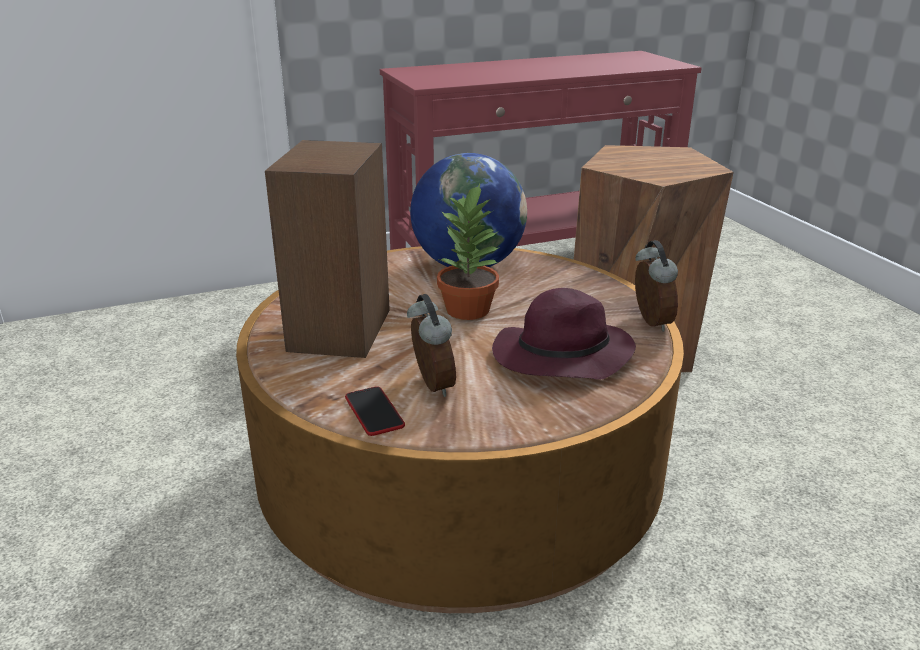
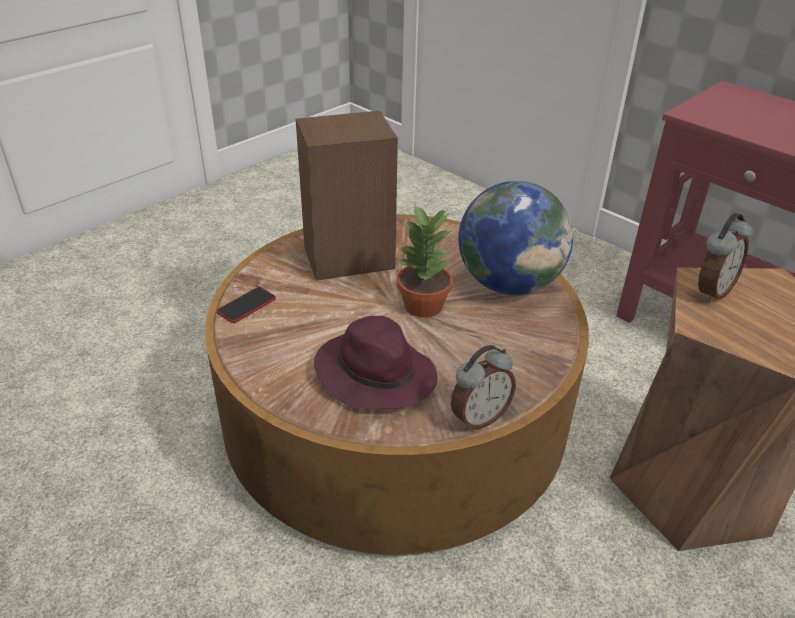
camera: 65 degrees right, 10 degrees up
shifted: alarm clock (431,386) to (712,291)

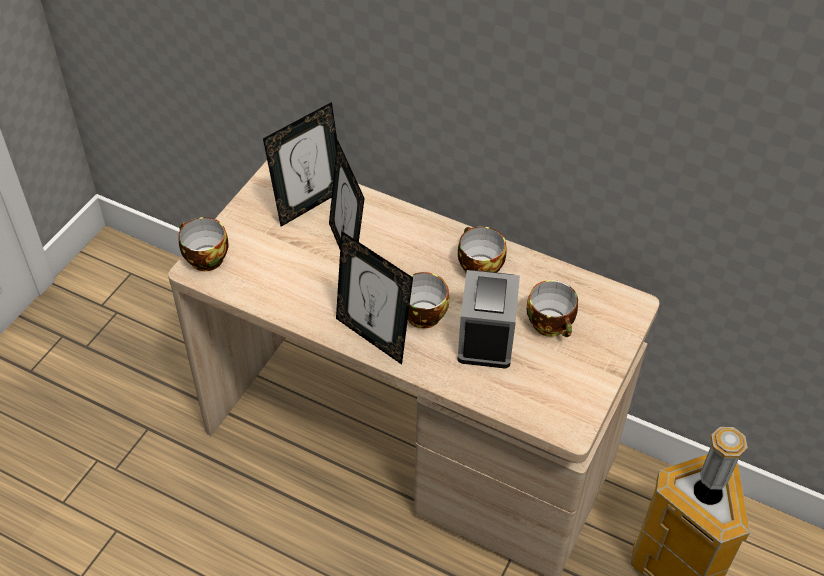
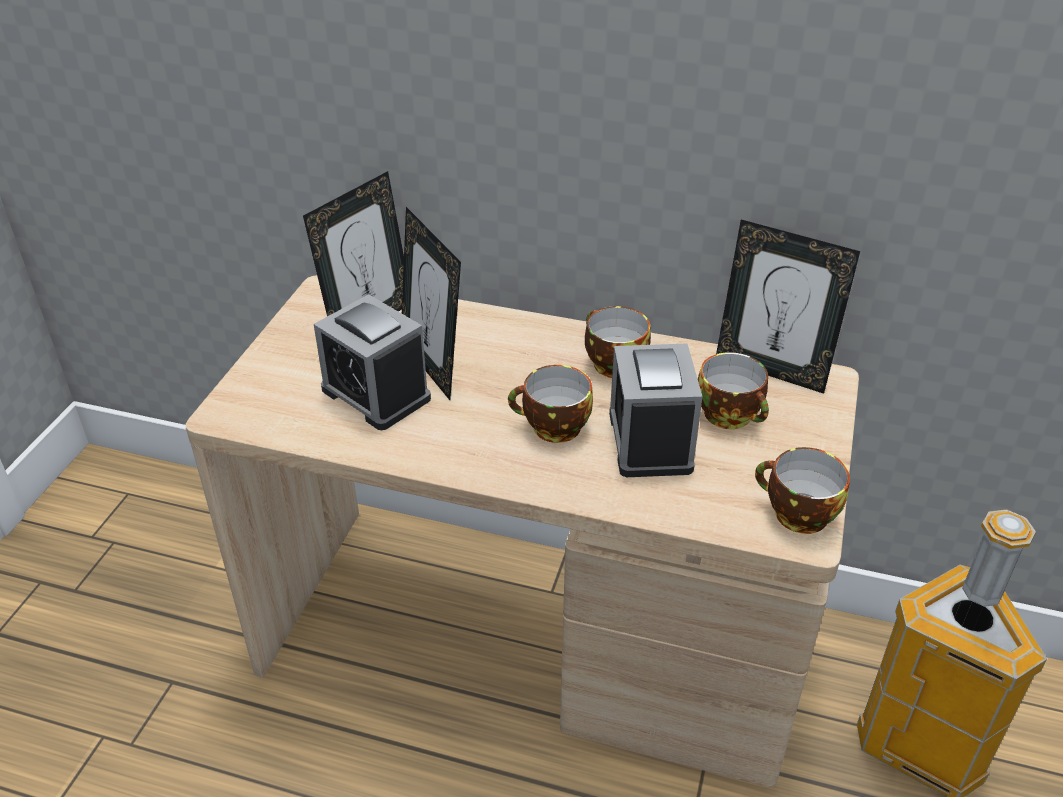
camera: 10 degrees left, 10 degrees down
new: alarm clock (376,394)
shifted: picture frame (373,336) to (771,370); cup (204,258) to (796,515)

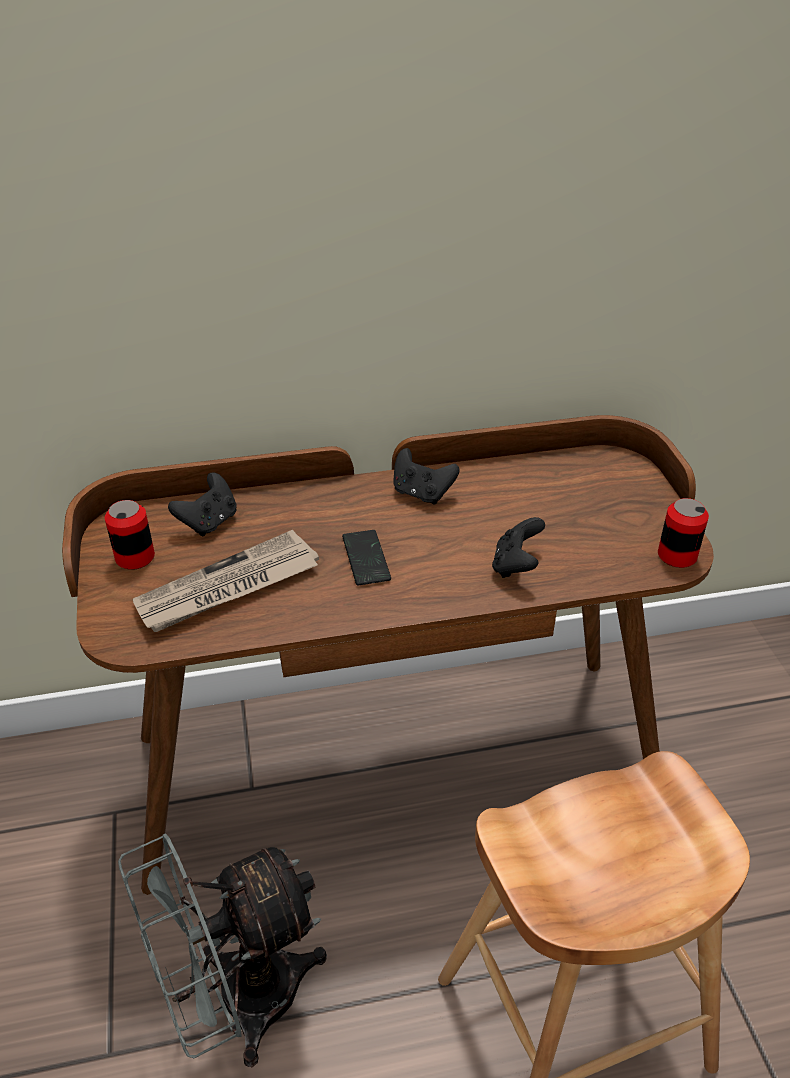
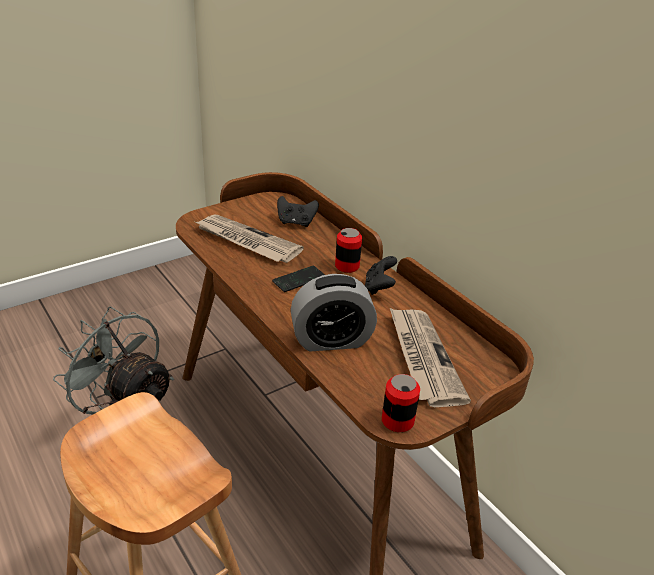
camera: 65 degrees right, 5 degrees down
new: newspaper (423,358)
shifted: can (135,557) to (347,266)
swapped: game controller/black (516,565) to alarm clock (331,340)

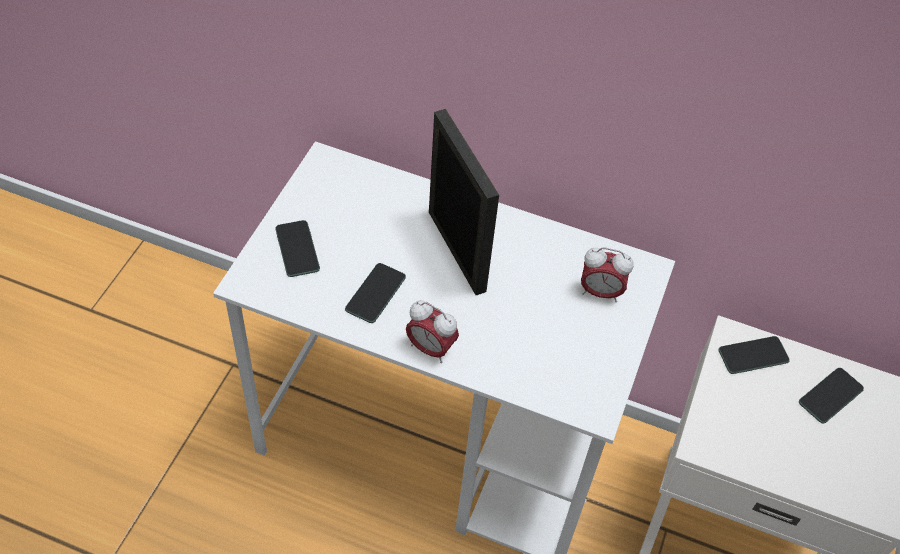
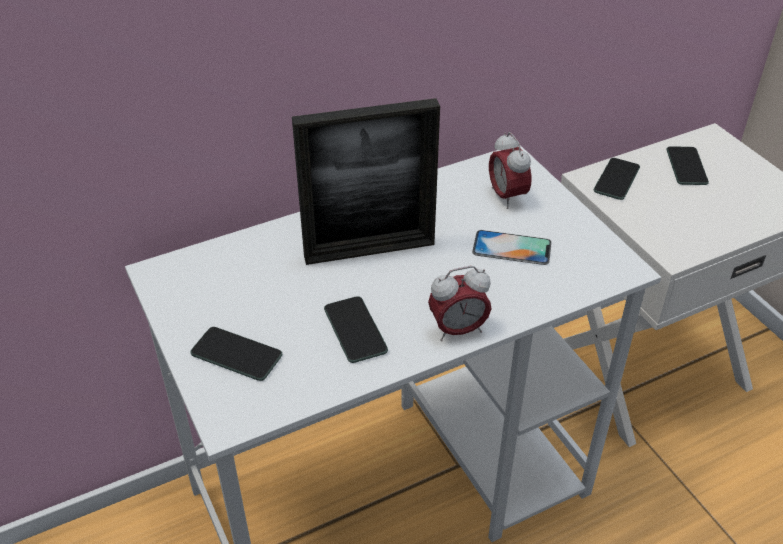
camera: 45 degrees left, 10 degrees down
new: phone (512,248)
rotated: picture frame (456,251) = (369,250) 150 degrees clockwise; alarm clock (600,292) = (507,196) 105 degrees clockwise

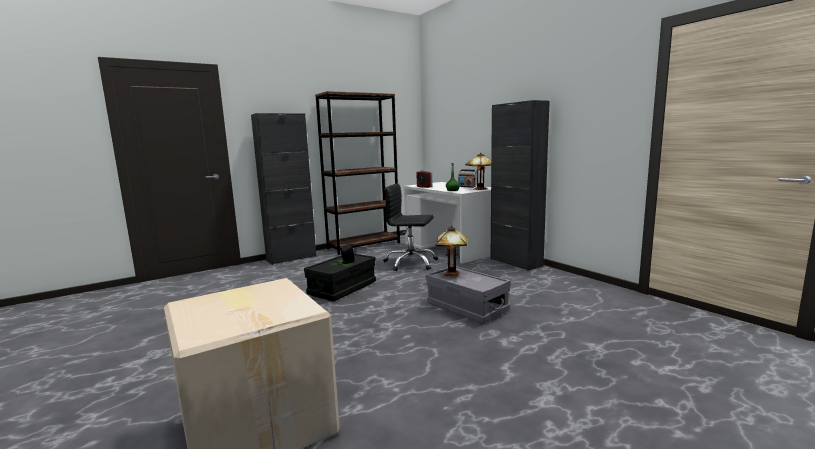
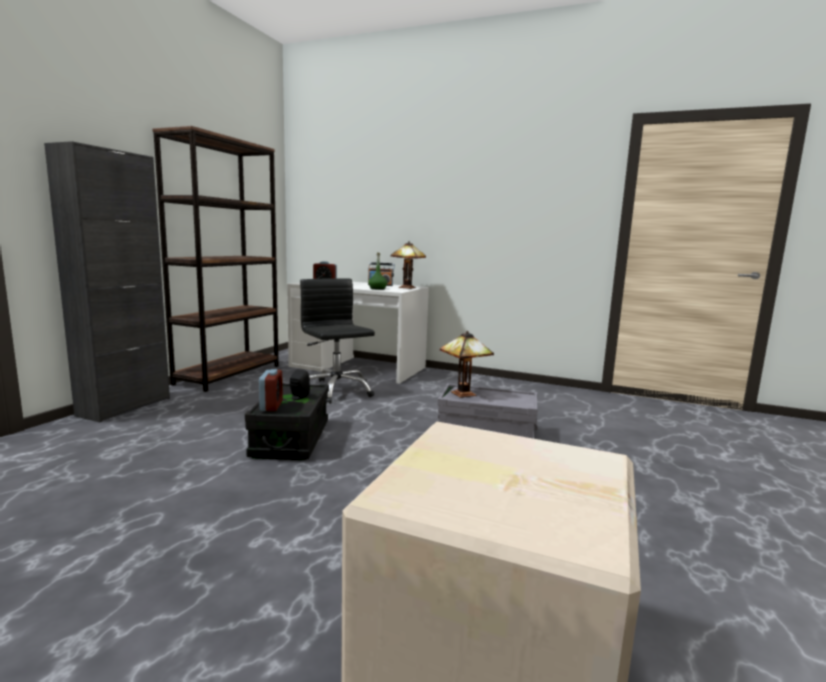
camera: 35 degrees left, 0 degrees up
gone: cabinet/black (516,262)
new: alarm clock (271,406)
rotated: office chair/black (410,263) = (336,391) 75 degrees clockwise

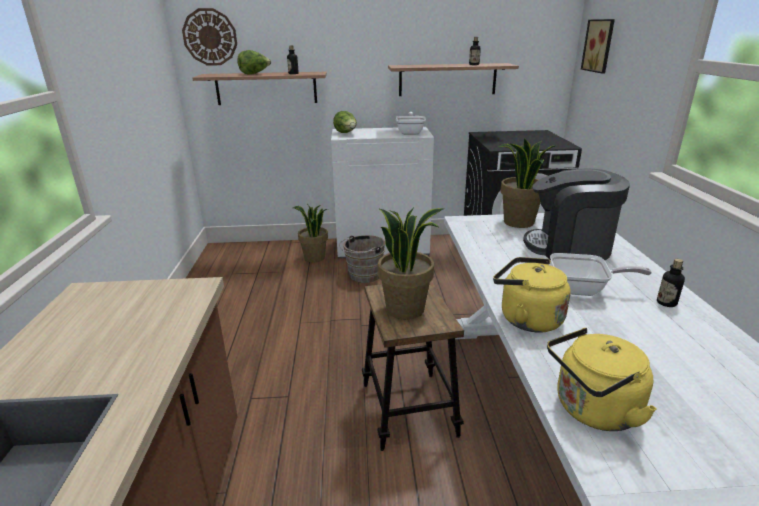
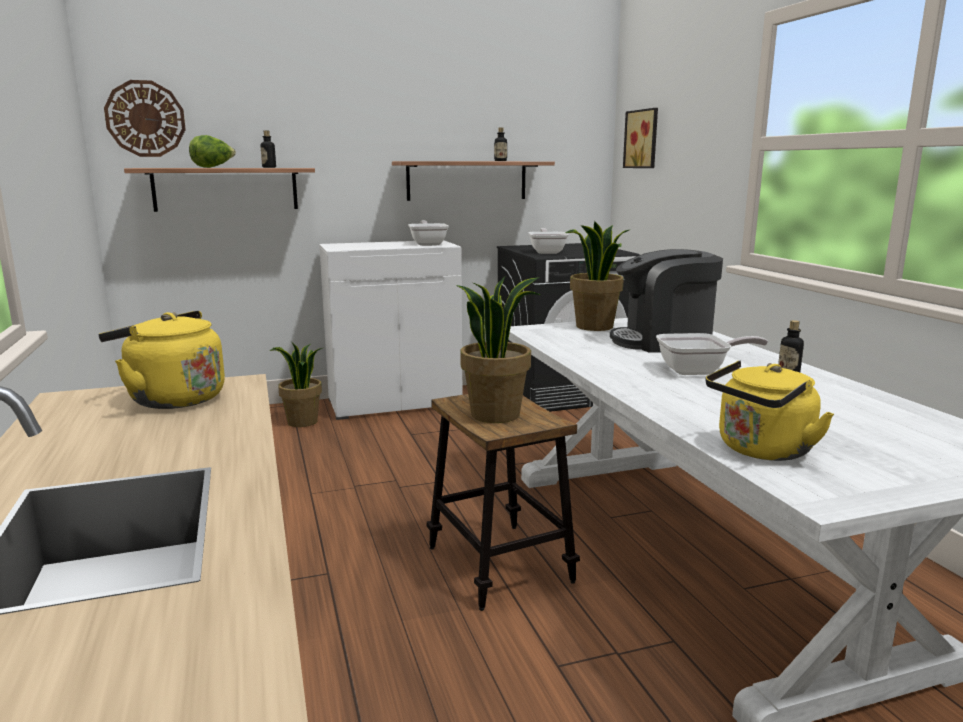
camera: 15 degrees left, 10 degrees down
gone: lettuce (346,133); bucket/brown (362,276)
new: frying pan (547,252)
shifted: kettle/yellow (526,318) to (172,399)

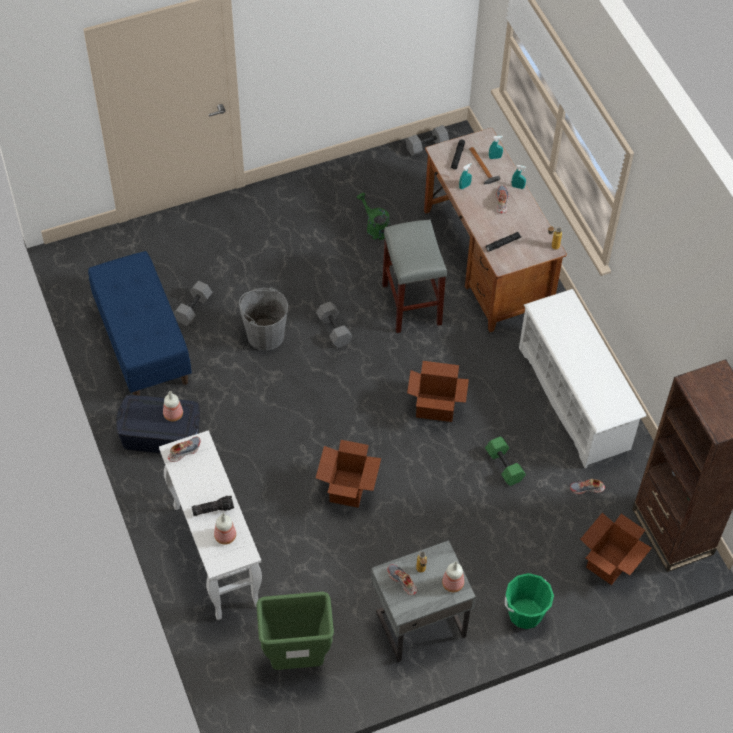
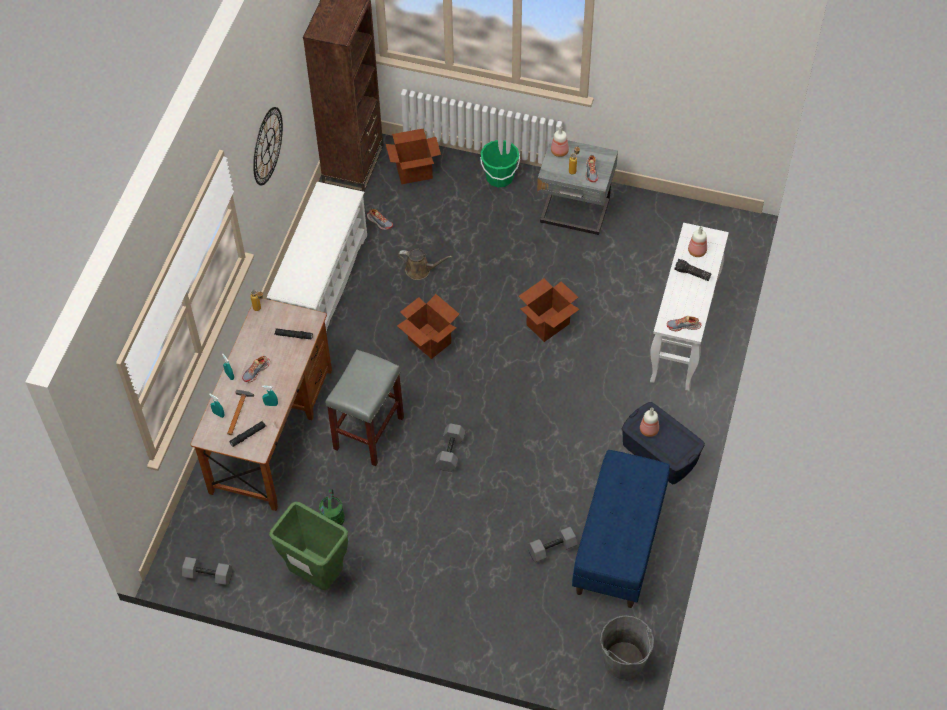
camera: 140 degrees left, 0 degrees up
new: wall clock (267,146)
shifted: trash can/green (298,659) to (316,575); bucket/grey (265,335) to (623,662)
swapped: dumbbell/green (505,466) to watering can/brown (420,270)

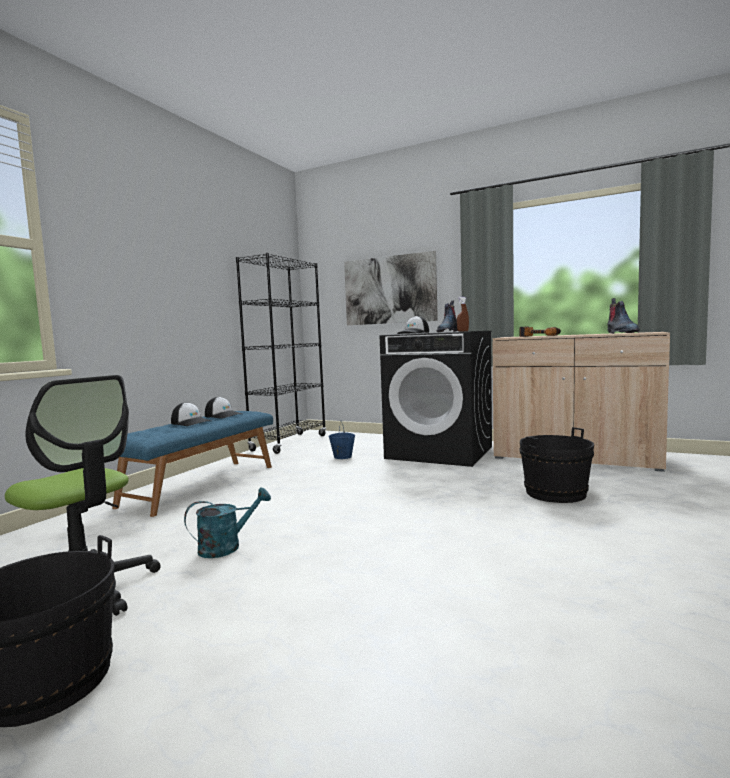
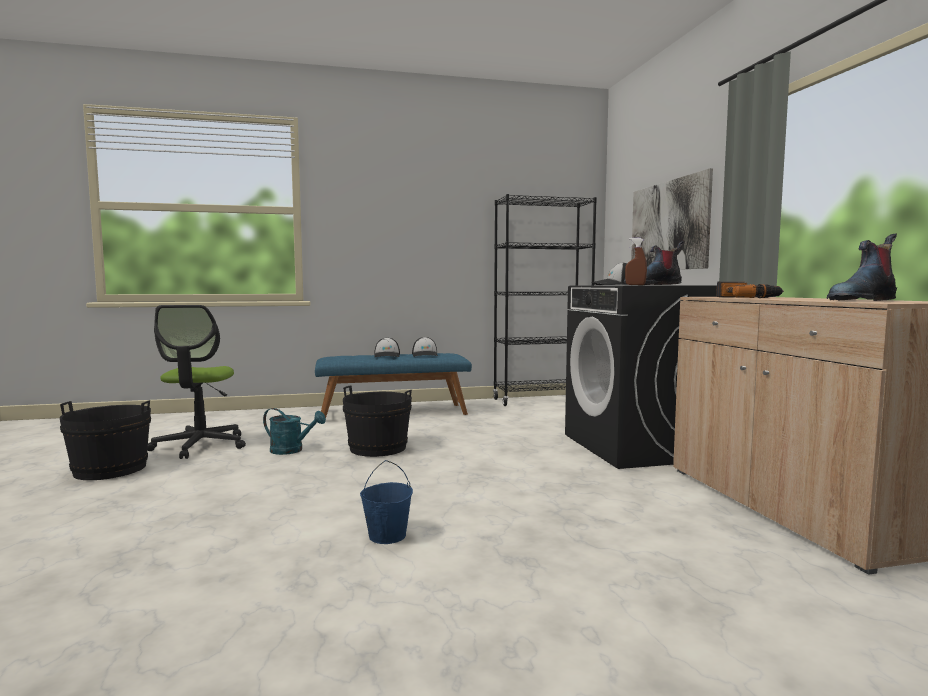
camera: 50 degrees right, 0 degrees up
shifted: bucket/black (555,493) to (378,448); bucket/blue (342,457) to (387,536)

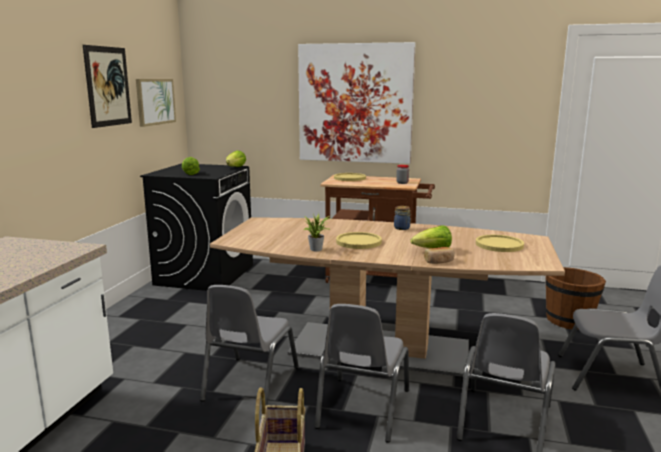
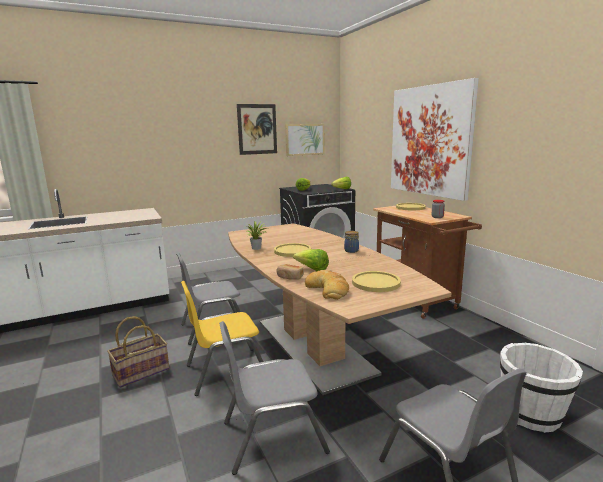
camera: 50 degrees right, 0 degrees up
new: bread (328,289)
repainted: chair/grey (362,408) to chair/yellow (226,371); bucket/brown (569,321) to bucket/white (531,414)

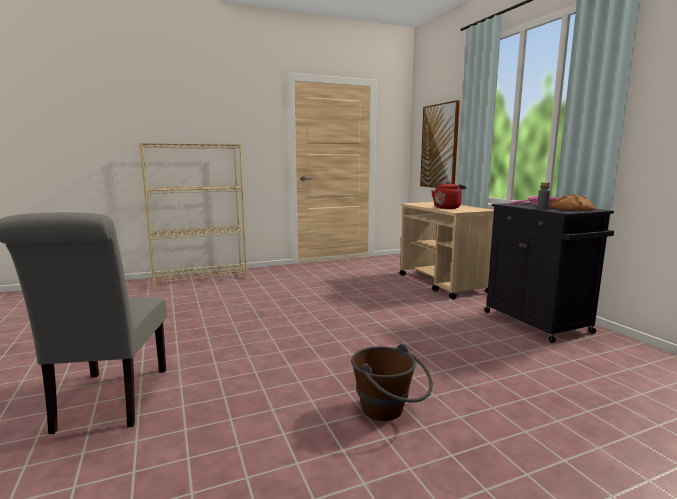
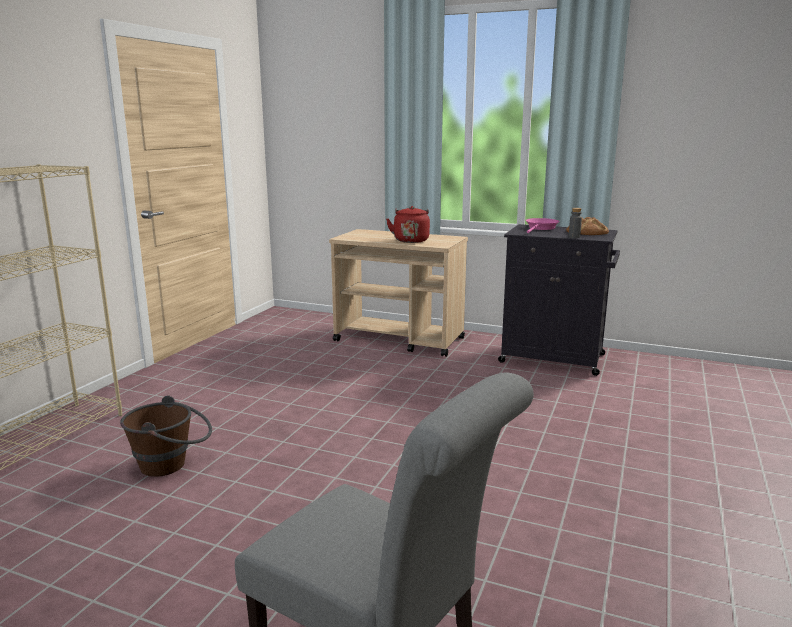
camera: 45 degrees left, 5 degrees up
gone: picture (439,146)
shifted: bucket/brown (390,412) to (172,464)

